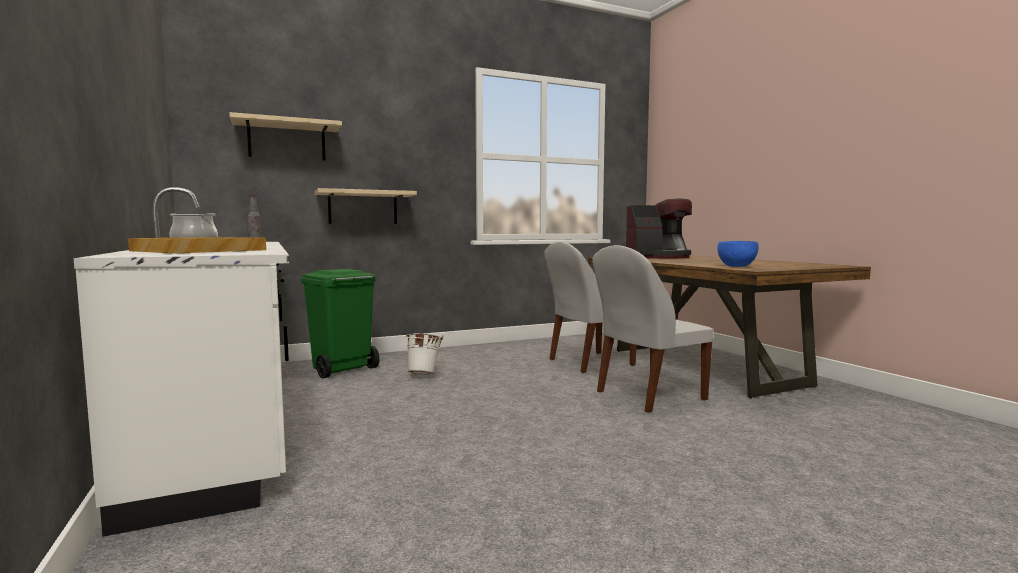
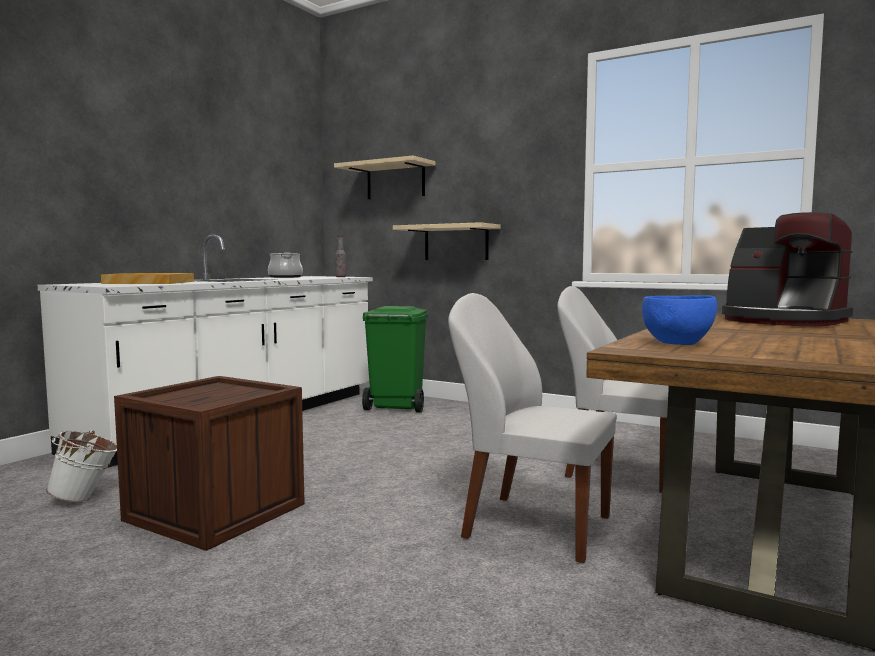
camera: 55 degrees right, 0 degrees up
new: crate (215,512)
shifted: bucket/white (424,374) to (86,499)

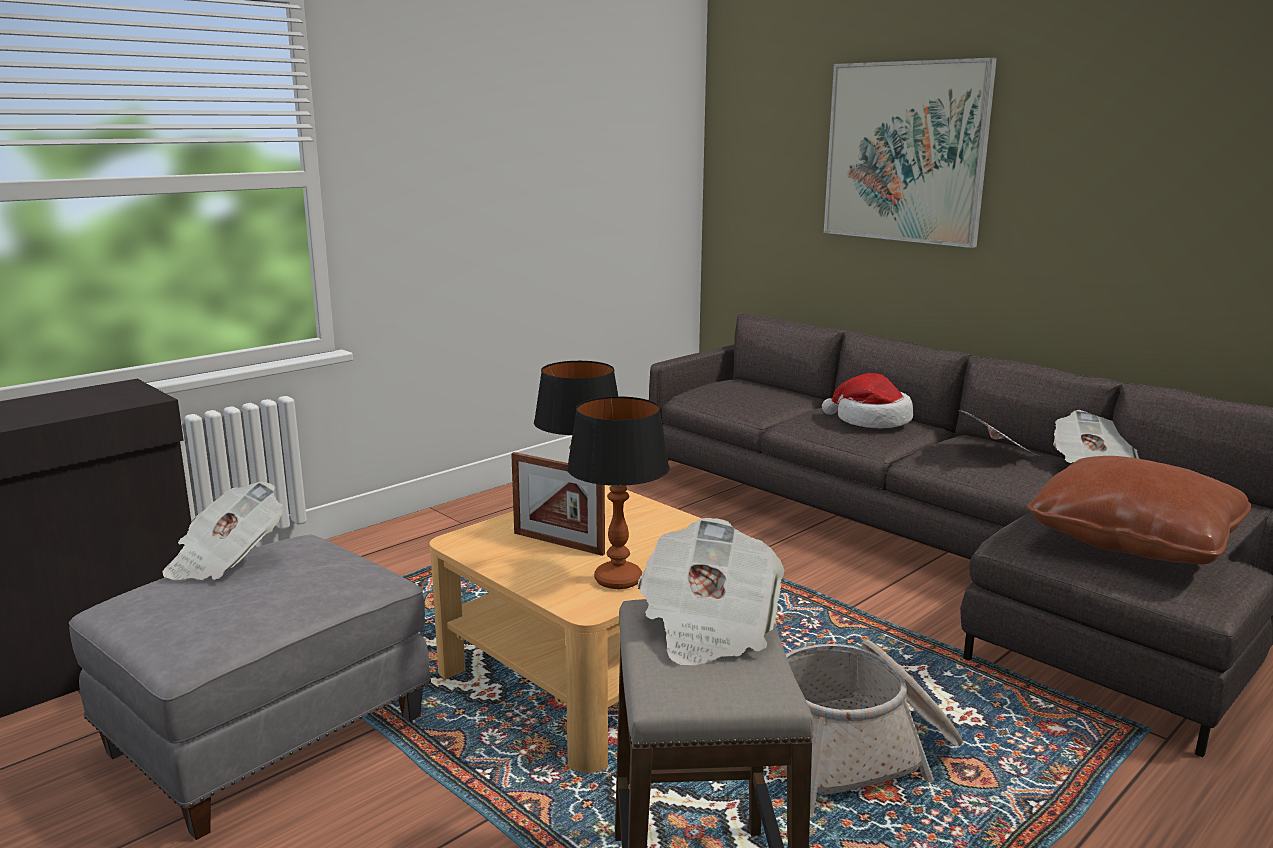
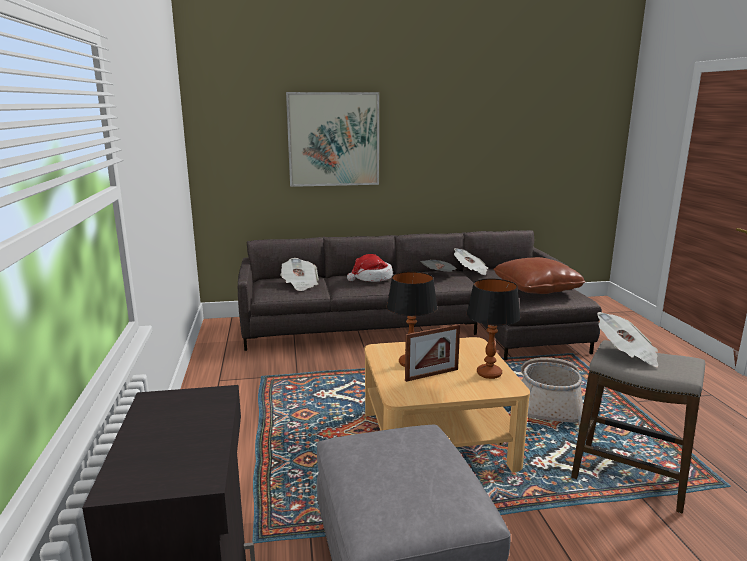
camera: 55 degrees left, 0 degrees up
shifted: newspaper (226,561) to (300,284)

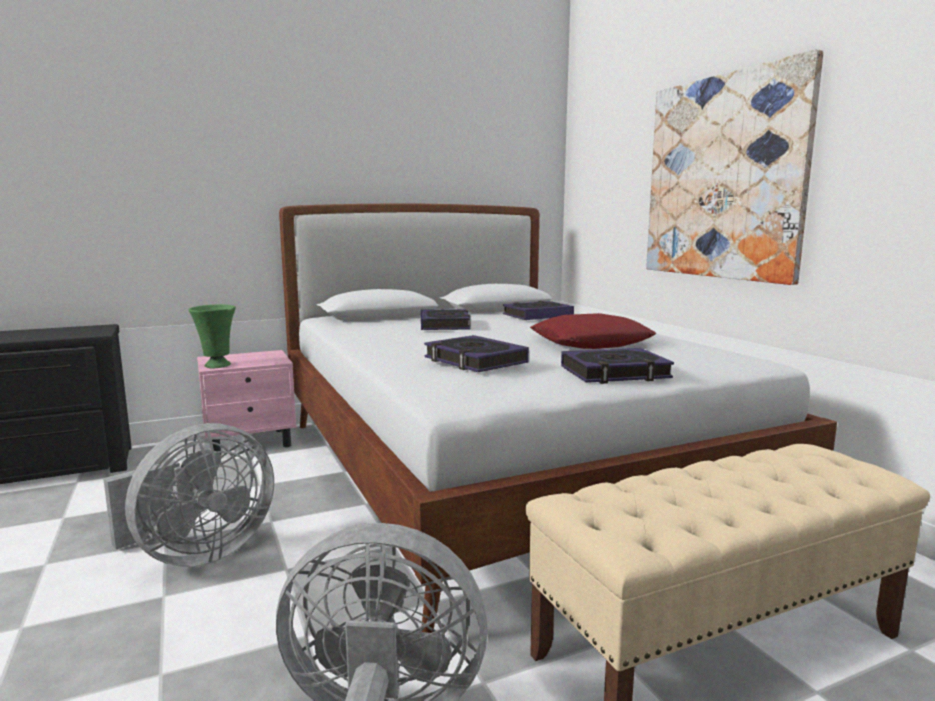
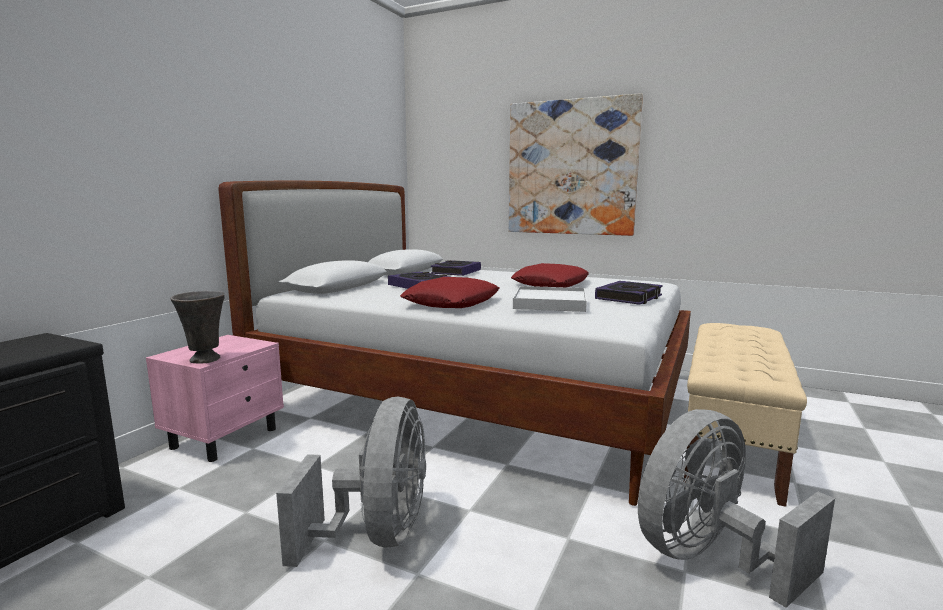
camera: 40 degrees left, 0 degrees up
new: pillow/red (451,302)
swapped: book (475,361) to tray/white (550,303)
repainted: vase/green (217,366) to vase/grey (205,360)

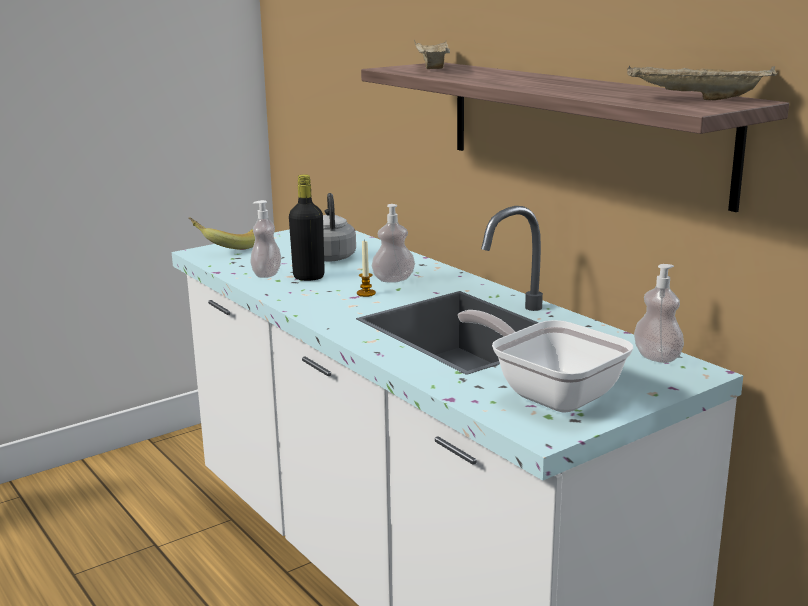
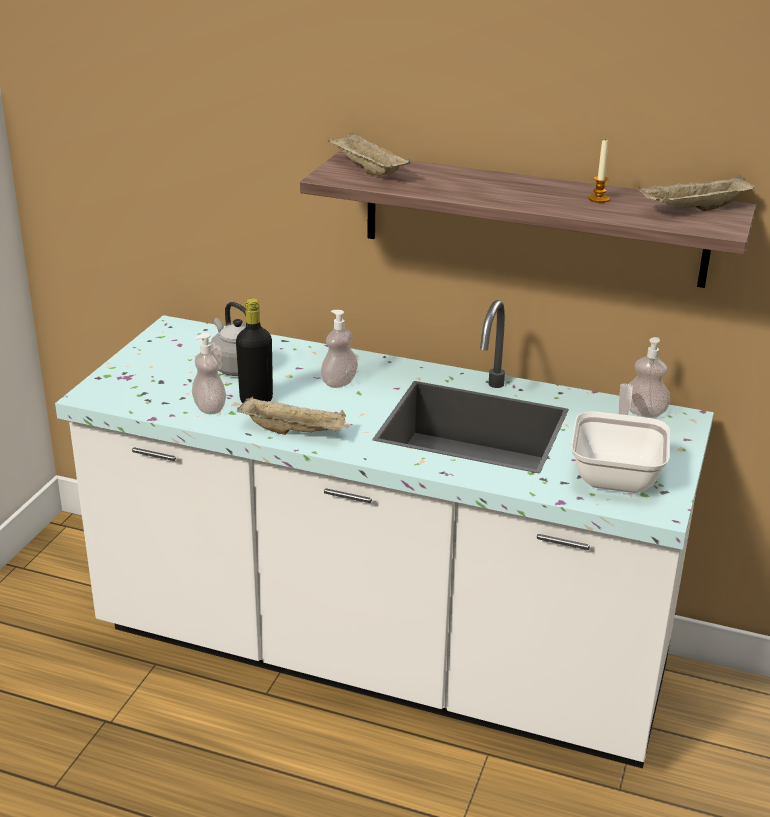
camera: 35 degrees left, 10 degrees up
gone: banana (225,247)
new: tray/beige (294,431)
shifted: candle (366,293) to (598,199)
rotated: frying pan (548,393) = (617,472) 90 degrees clockwise

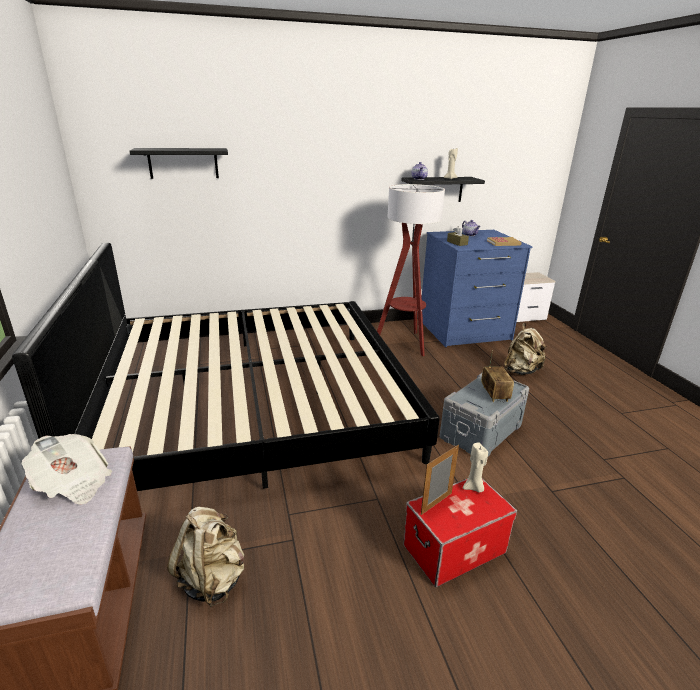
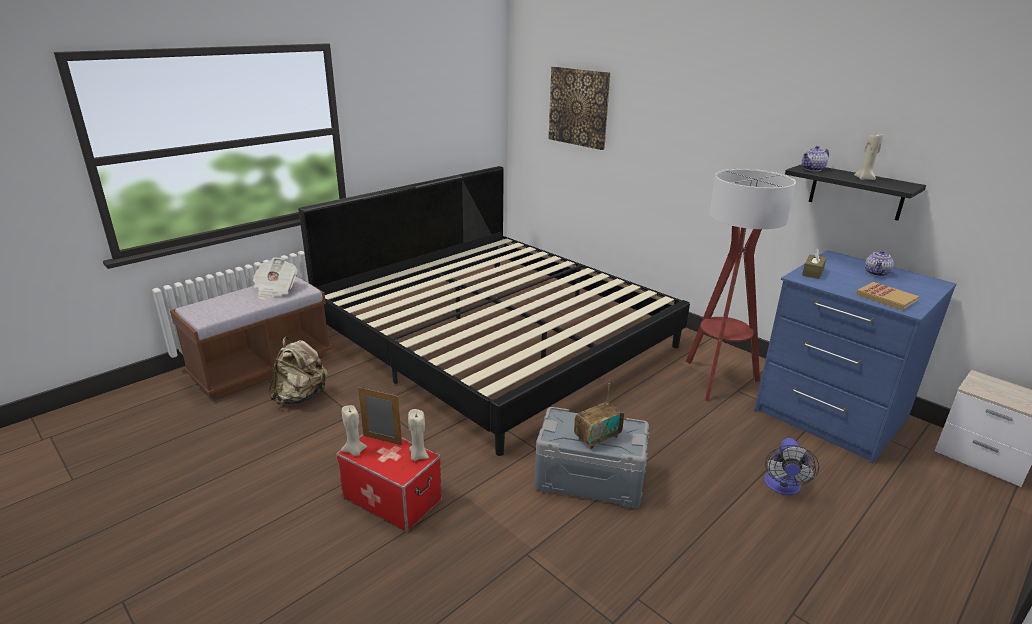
camera: 60 degrees right, 0 degrees up
new: candle/beige (354,451)
swapped: shelf/black (183,163) to picture (579,107); backpack/beige (521,371) to fan (782,487)

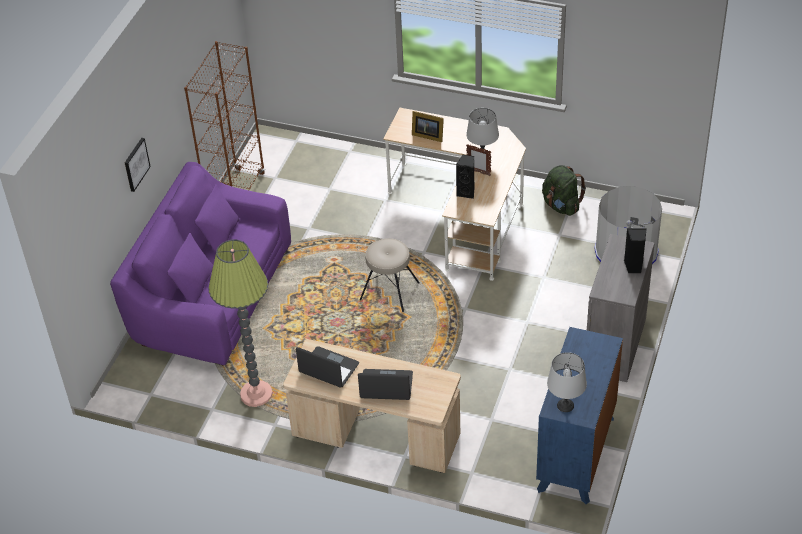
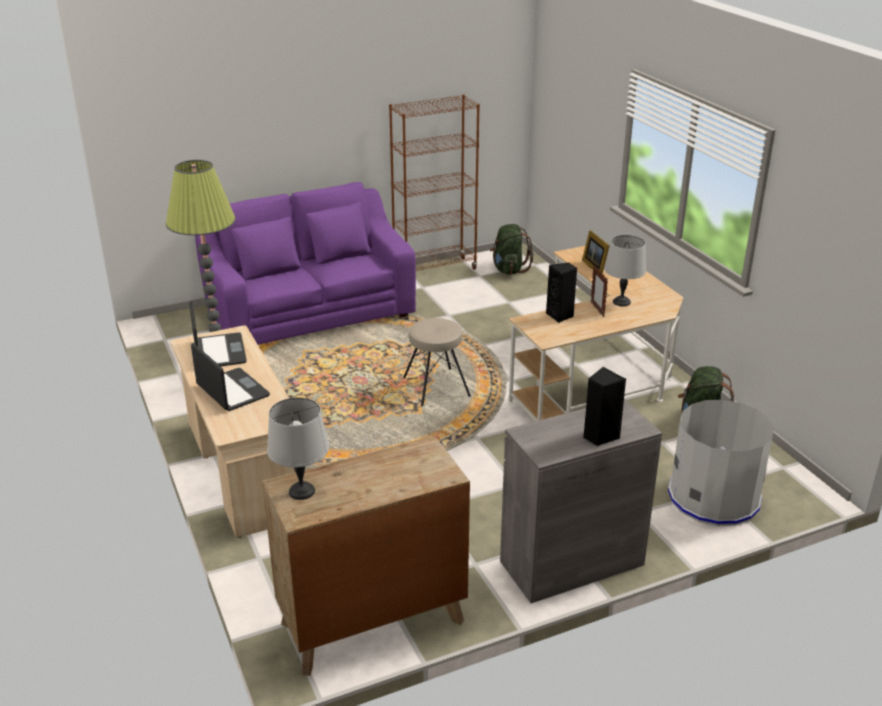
camera: 45 degrees right, 15 degrees down
gone: picture (136,164)
new: backpack/green (508,269)
repainted: dresser/blue (576,454) to dresser/brown (372,622)

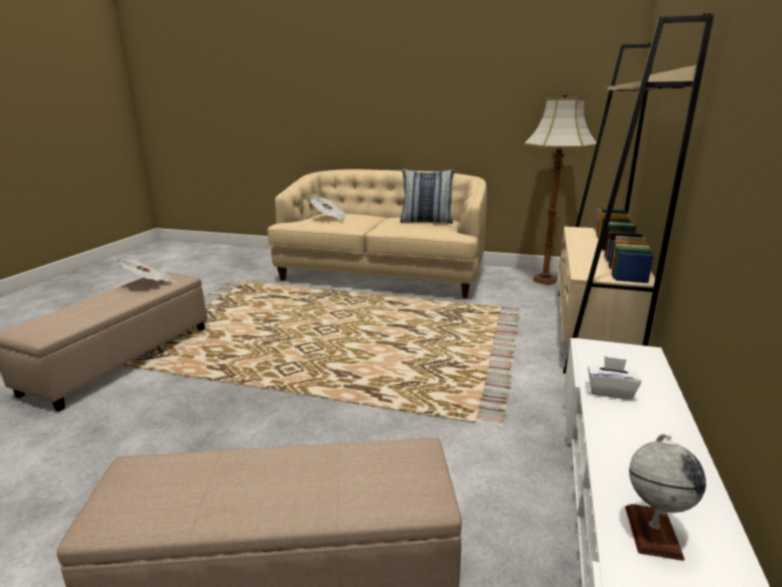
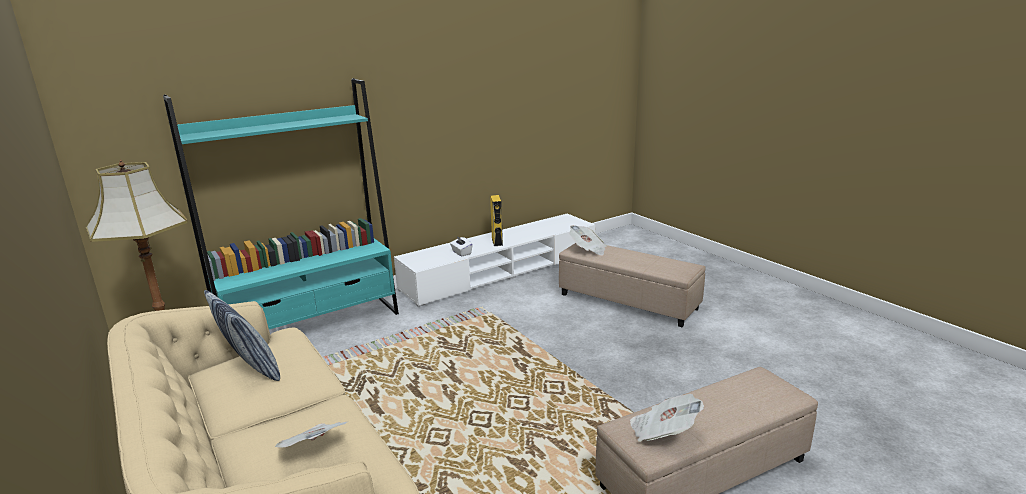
camera: 140 degrees left, 0 degrees up
gone: globe (652,531)
new: speaker/yellow (497,242); newspaper (588,250)
repainted: bookcase/beige (591,331) to bookcase/turquoise (312,327)

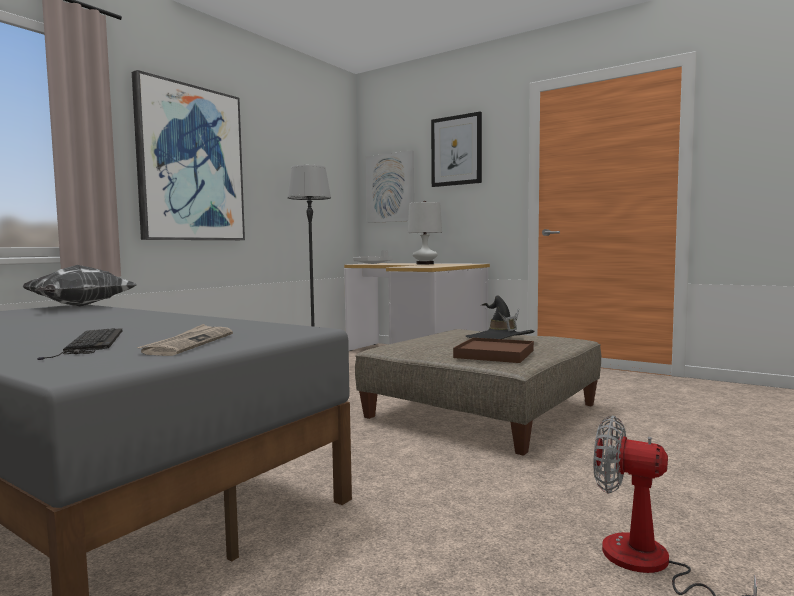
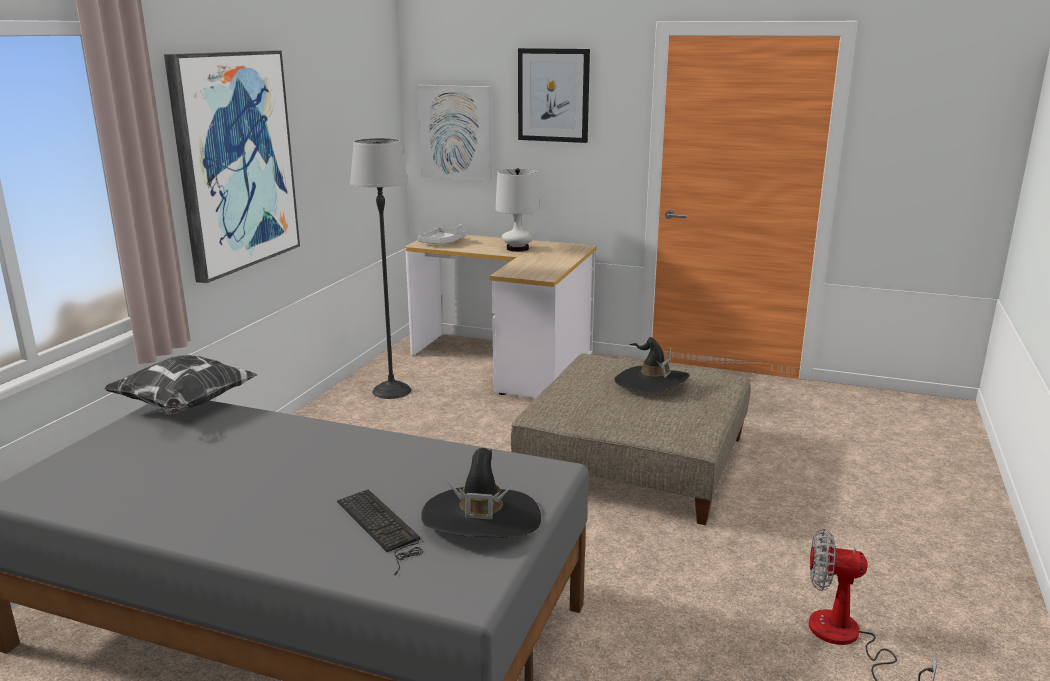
camera: 15 degrees left, 15 degrees up
gone: tray/brown (494,354)
swapped: newspaper (189,343) to hat/black (481,519)

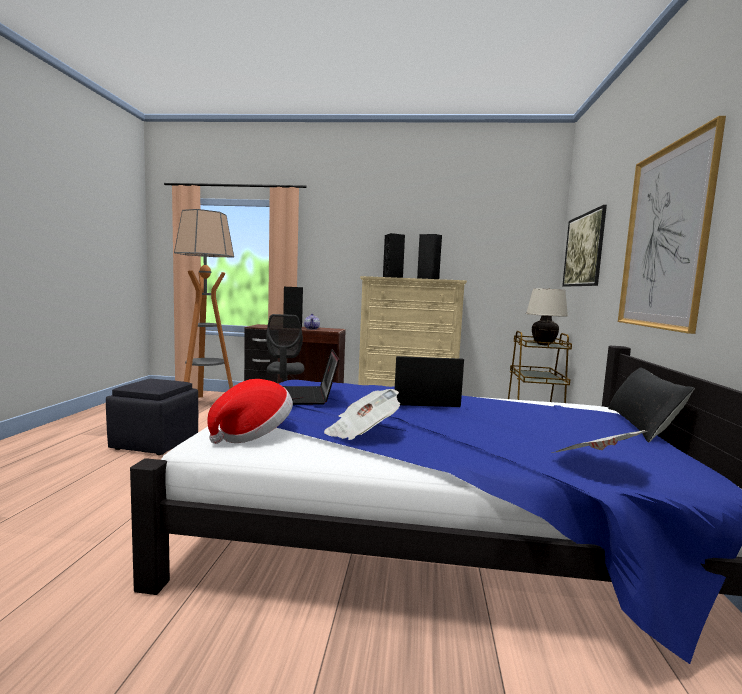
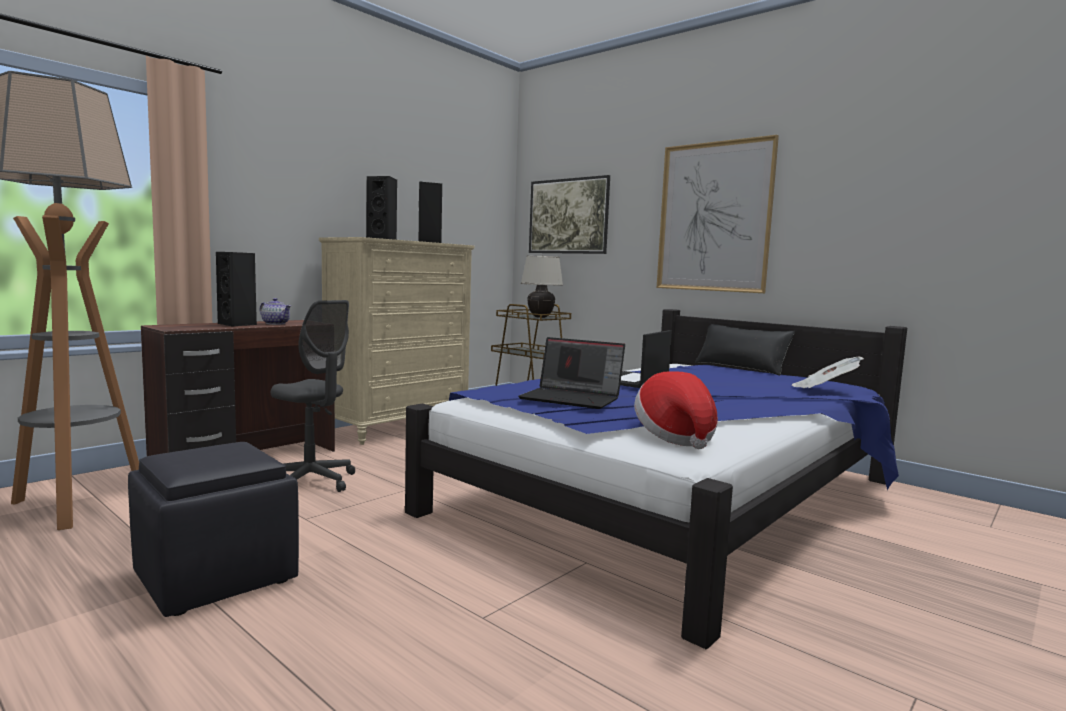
camera: 55 degrees left, 0 degrees up
gone: newspaper (361,433)

